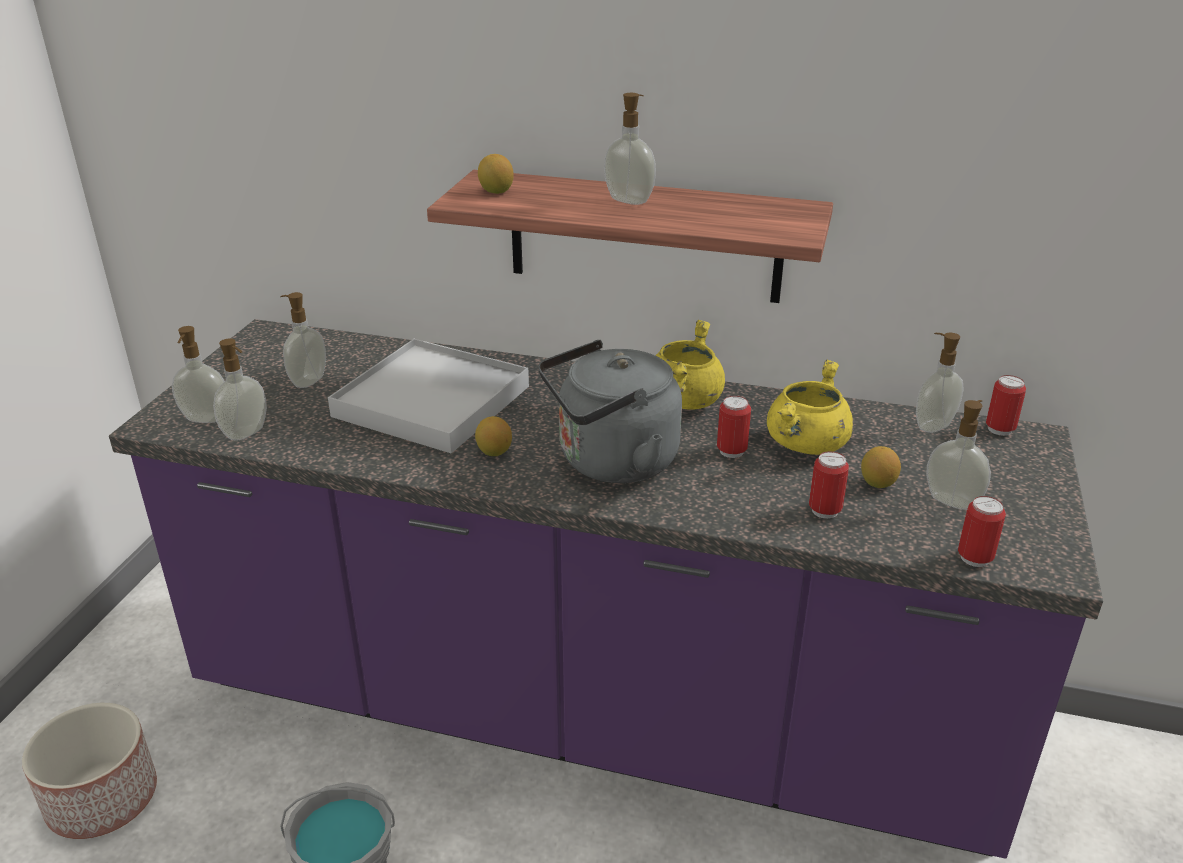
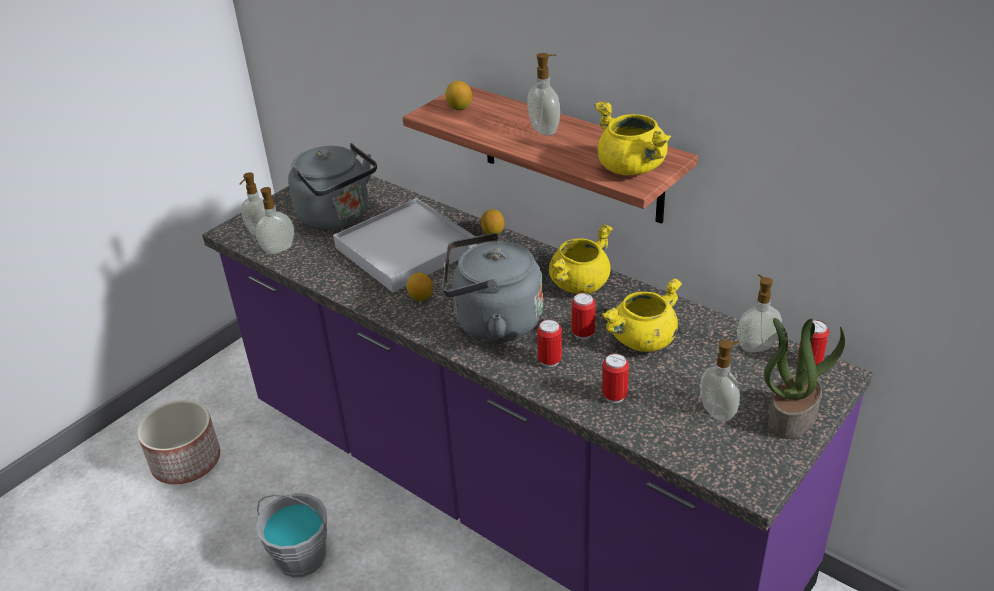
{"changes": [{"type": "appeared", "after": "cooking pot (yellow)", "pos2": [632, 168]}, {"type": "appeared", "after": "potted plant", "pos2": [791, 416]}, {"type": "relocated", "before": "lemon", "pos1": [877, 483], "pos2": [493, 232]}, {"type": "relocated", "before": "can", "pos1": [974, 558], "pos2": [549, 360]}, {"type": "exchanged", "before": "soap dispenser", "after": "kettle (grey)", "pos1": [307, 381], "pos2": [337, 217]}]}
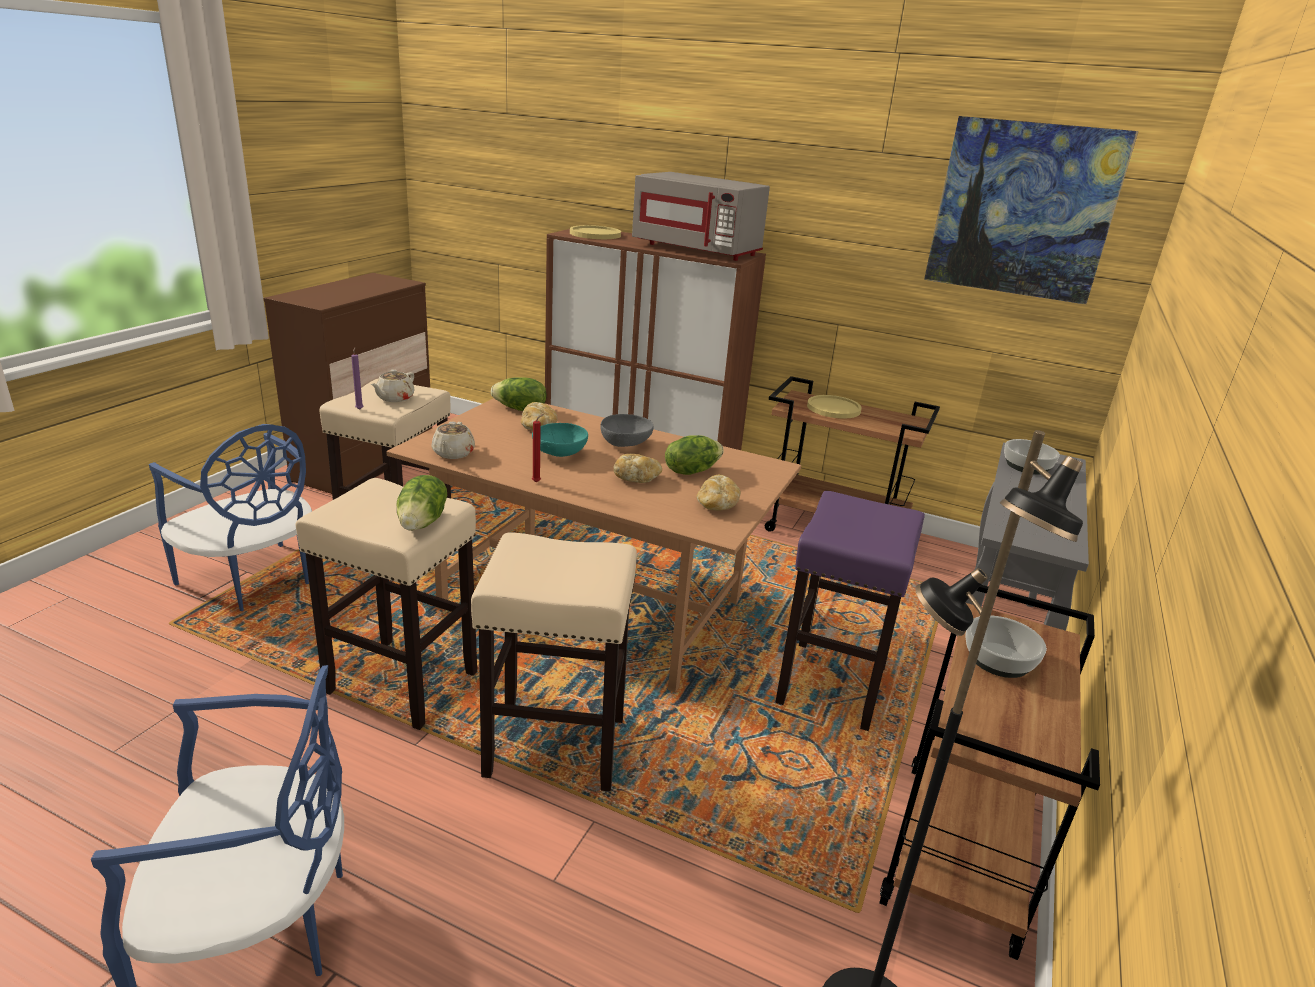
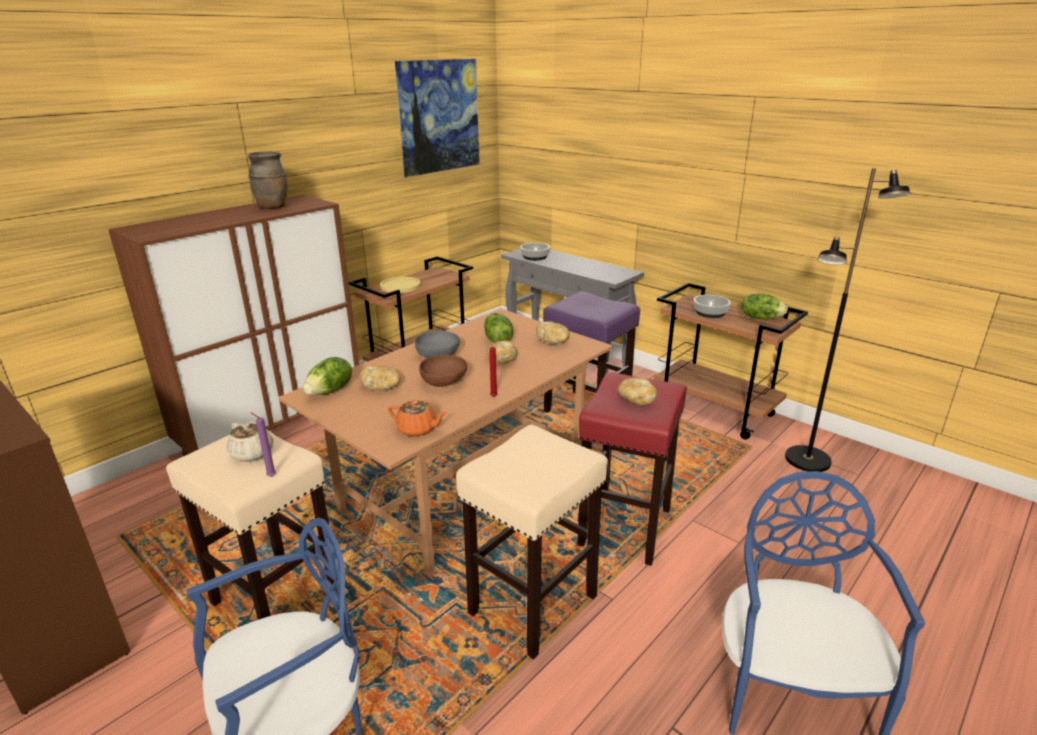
{"changes": [{"type": "missing", "before": "plate (yellow)", "pos1": [595, 234]}, {"type": "appeared", "after": "bread", "pos2": [636, 400]}, {"type": "relocated", "before": "lettuce", "pos1": [423, 523], "pos2": [760, 318]}, {"type": "exchanged", "before": "microwave (grey)", "after": "vase (brown)", "pos1": [697, 250], "pos2": [273, 207]}, {"type": "colour", "before": "teapot (beige)", "after": "teapot (orange)", "pos1": [453, 454], "pos2": [417, 429]}, {"type": "colour", "before": "stool (beige)", "after": "stool (red)", "pos1": [553, 747], "pos2": [625, 528]}, {"type": "colour", "before": "bowl (turquoise)", "after": "bowl (brown)", "pos1": [560, 454], "pos2": [444, 382]}]}
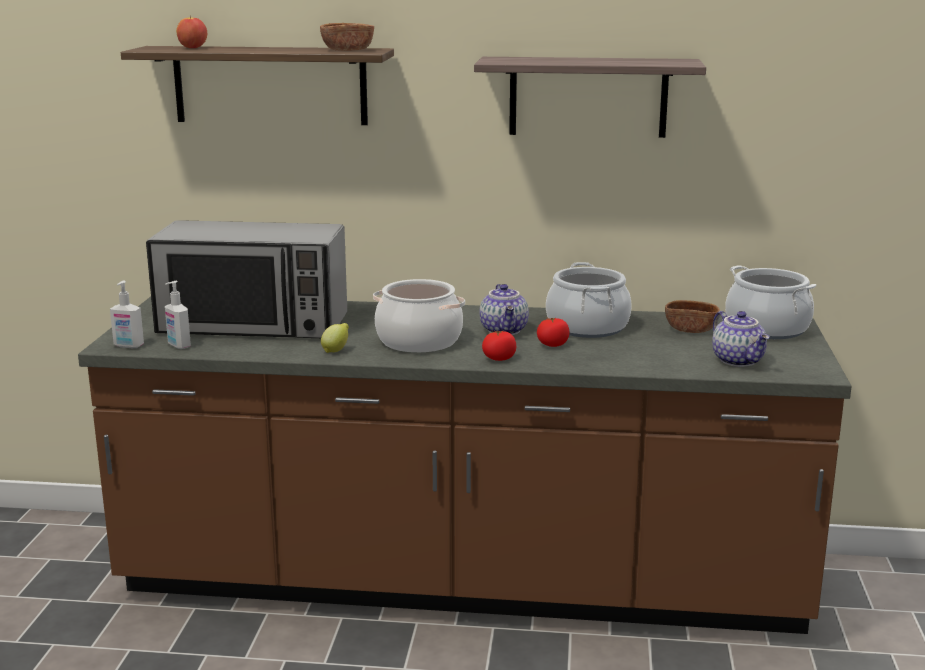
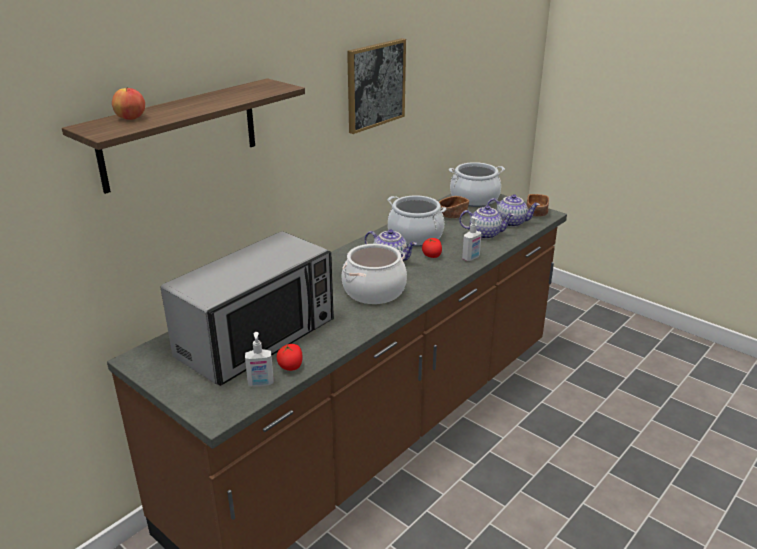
{"changes": [{"type": "missing", "before": "lemon", "pos1": [336, 350]}, {"type": "appeared", "after": "teapot", "pos2": [485, 234]}, {"type": "relocated", "before": "soap dispenser", "pos1": [128, 346], "pos2": [471, 258]}, {"type": "relocated", "before": "bowl (brown)", "pos1": [347, 50], "pos2": [536, 213]}, {"type": "relocated", "before": "tomato", "pos1": [499, 359], "pos2": [291, 366]}, {"type": "exchanged", "before": "shelf", "after": "picture", "pos1": [588, 97], "pos2": [375, 85]}]}
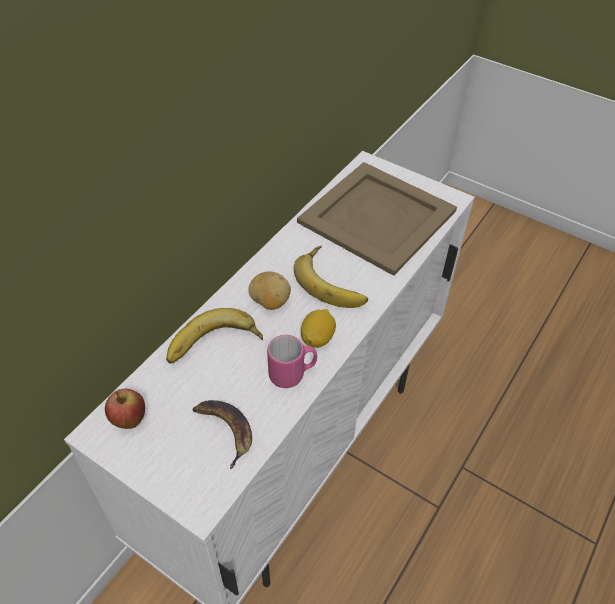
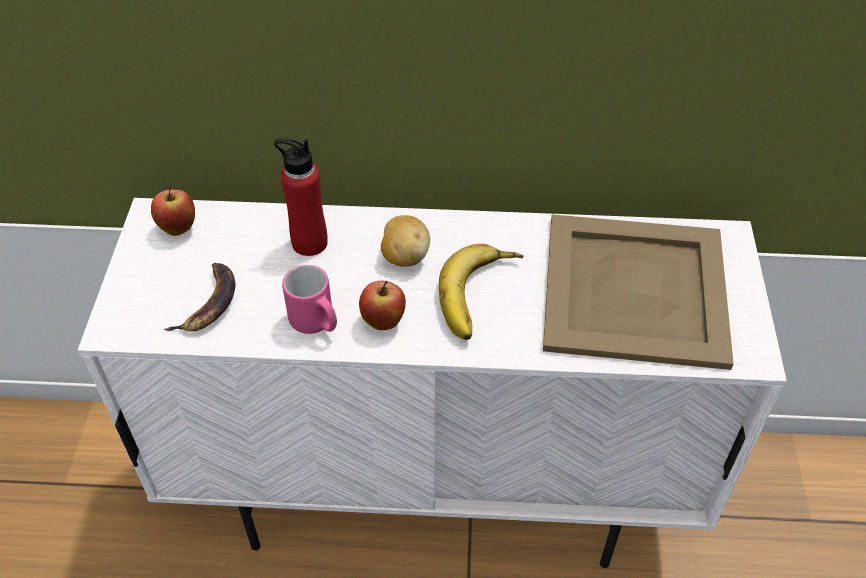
{"changes": [{"type": "exchanged", "before": "banana", "after": "bottle (red)", "pos1": [214, 346], "pos2": [309, 242]}, {"type": "exchanged", "before": "lemon", "after": "apple", "pos1": [317, 338], "pos2": [383, 322]}]}
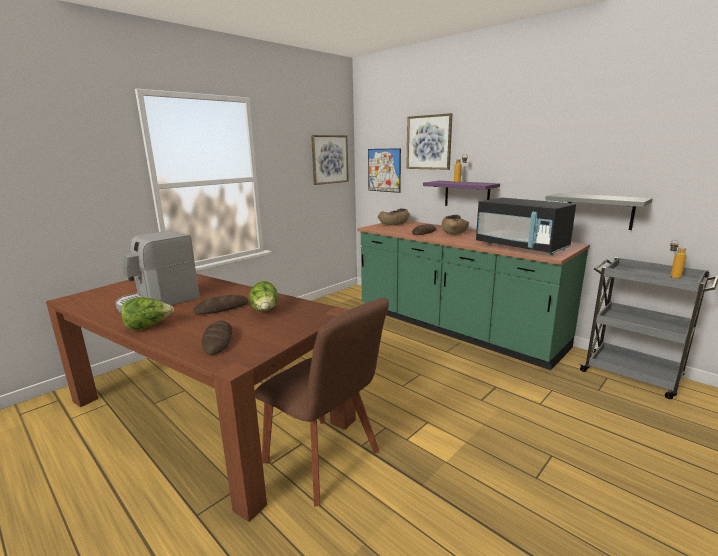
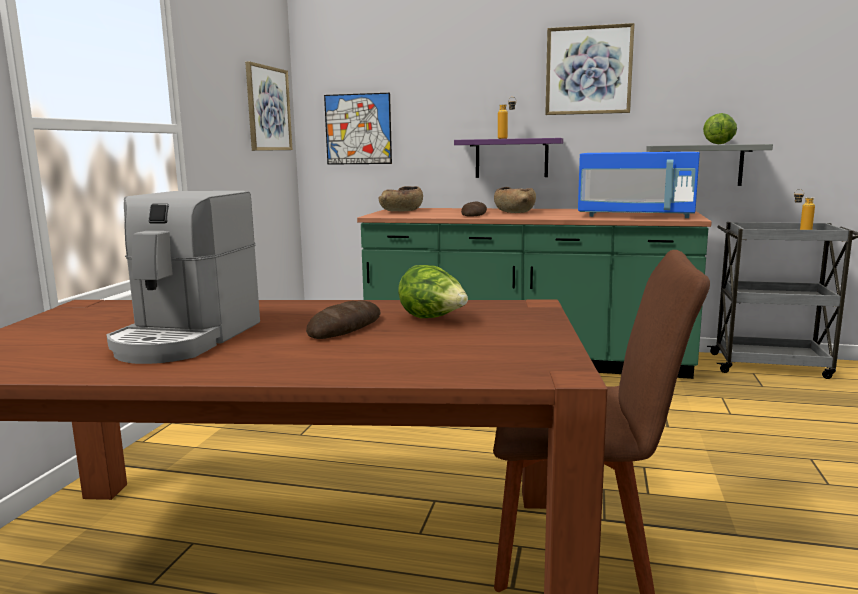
{"changes": [{"type": "missing", "before": "bread", "pos1": [218, 341]}, {"type": "relocated", "before": "lettuce", "pos1": [148, 327], "pos2": [719, 144]}, {"type": "relocated", "before": "picture", "pos1": [429, 142], "pos2": [588, 70]}, {"type": "colour", "before": "microwave (black)", "after": "microwave (blue)", "pos1": [521, 247], "pos2": [636, 216]}]}
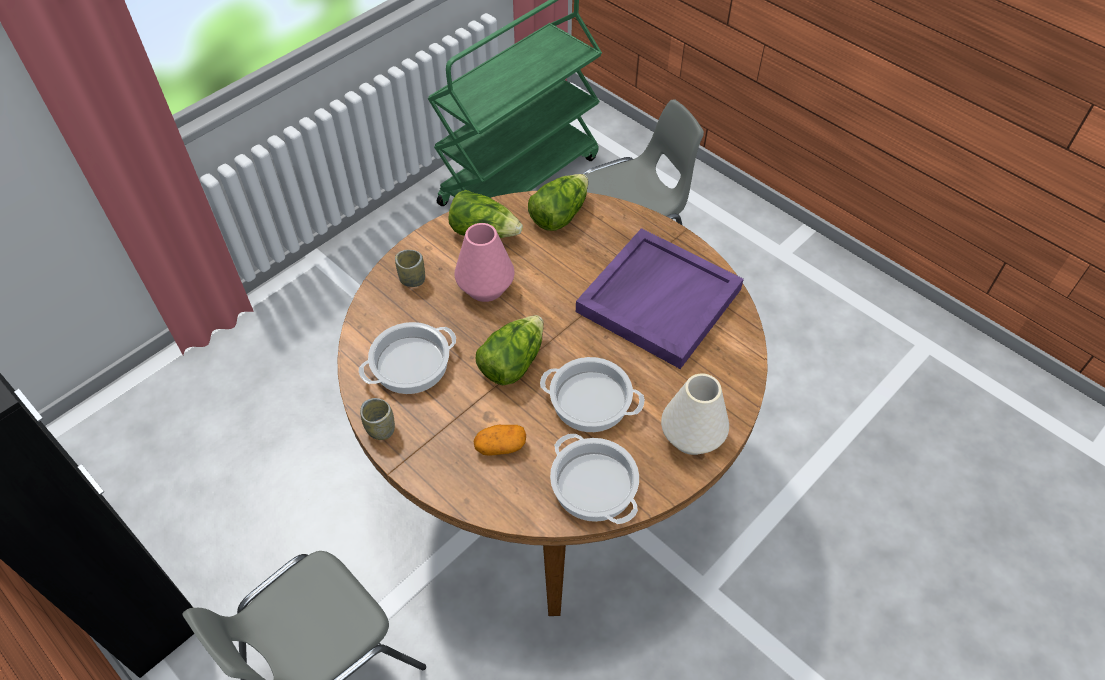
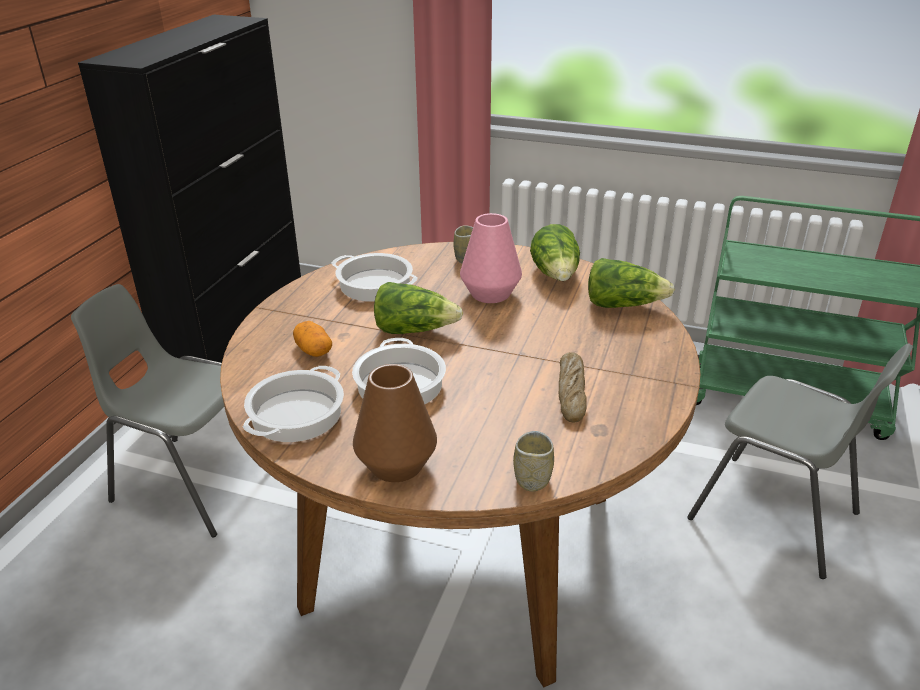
{"changes": [{"type": "relocated", "before": "cup", "pos1": [381, 429], "pos2": [532, 480]}, {"type": "exchanged", "before": "tray (purple)", "after": "bread", "pos1": [658, 299], "pos2": [571, 393]}, {"type": "colour", "before": "vase (white)", "after": "vase (brown)", "pos1": [691, 436], "pos2": [396, 464]}]}
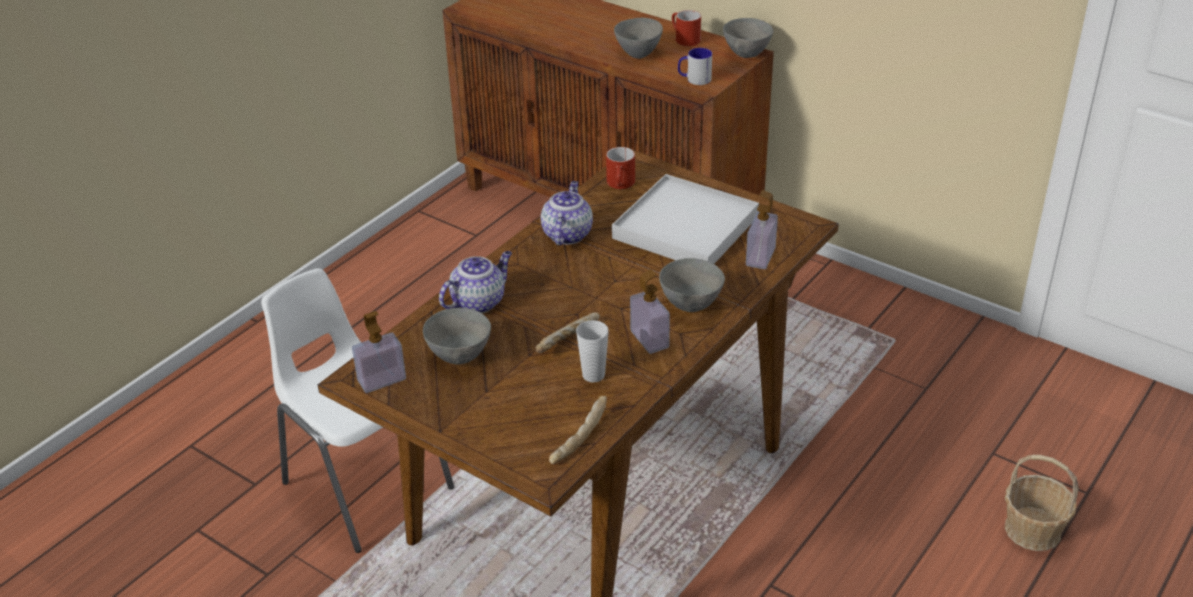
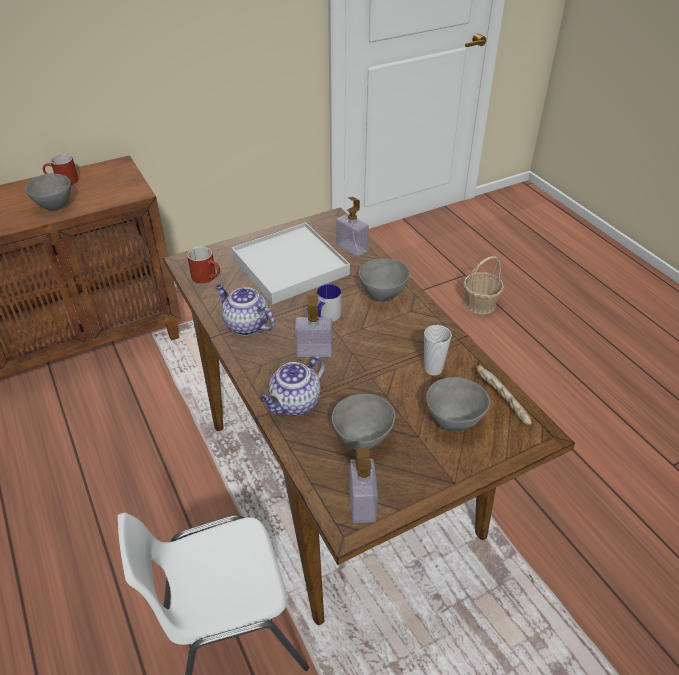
{"changes": [{"type": "missing", "before": "bread", "pos1": [568, 340]}, {"type": "relocated", "before": "soap dispenser", "pos1": [649, 339], "pos2": [314, 350]}, {"type": "relocated", "before": "mug", "pos1": [694, 79], "pos2": [327, 317]}, {"type": "relocated", "before": "bowl (grey)", "pos1": [747, 54], "pos2": [454, 421]}, {"type": "spun", "before": "teapot", "pos1": [479, 301], "pos2": [295, 404], "turn": -120}]}
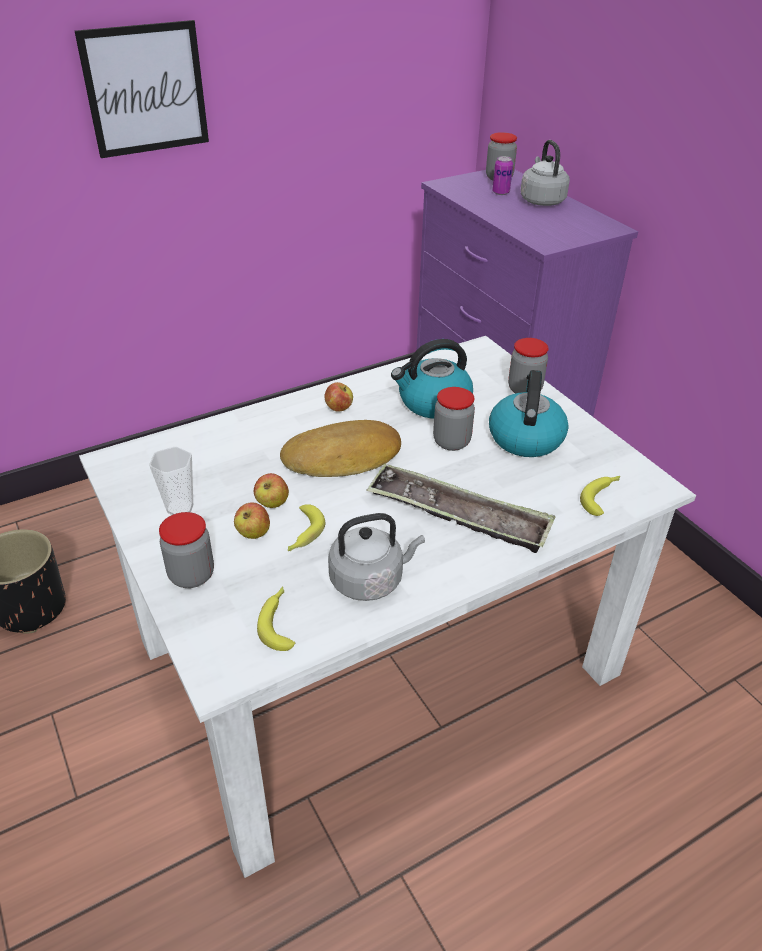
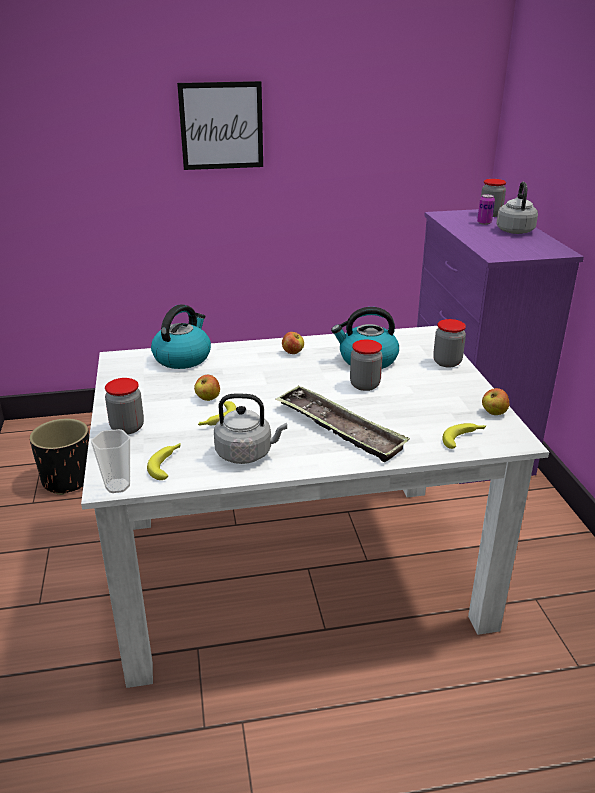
{"changes": [{"type": "missing", "before": "bread", "pos1": [343, 458]}, {"type": "relocated", "before": "cup", "pos1": [180, 508], "pos2": [117, 486]}, {"type": "relocated", "before": "apple", "pos1": [253, 533], "pos2": [494, 413]}, {"type": "relocated", "before": "kettle", "pos1": [525, 437], "pos2": [182, 358]}]}
